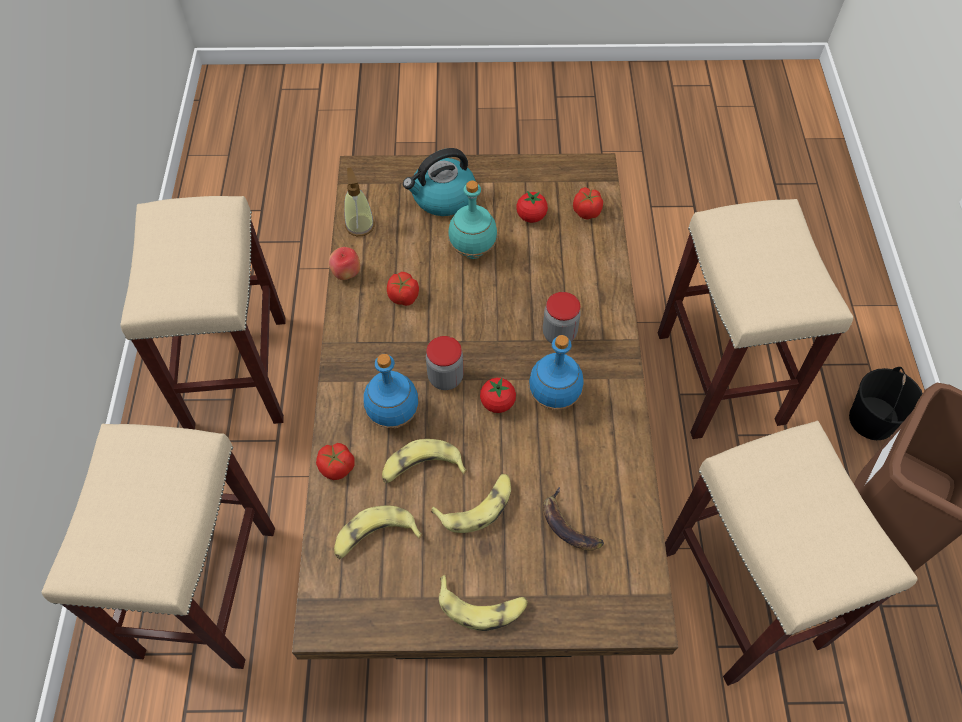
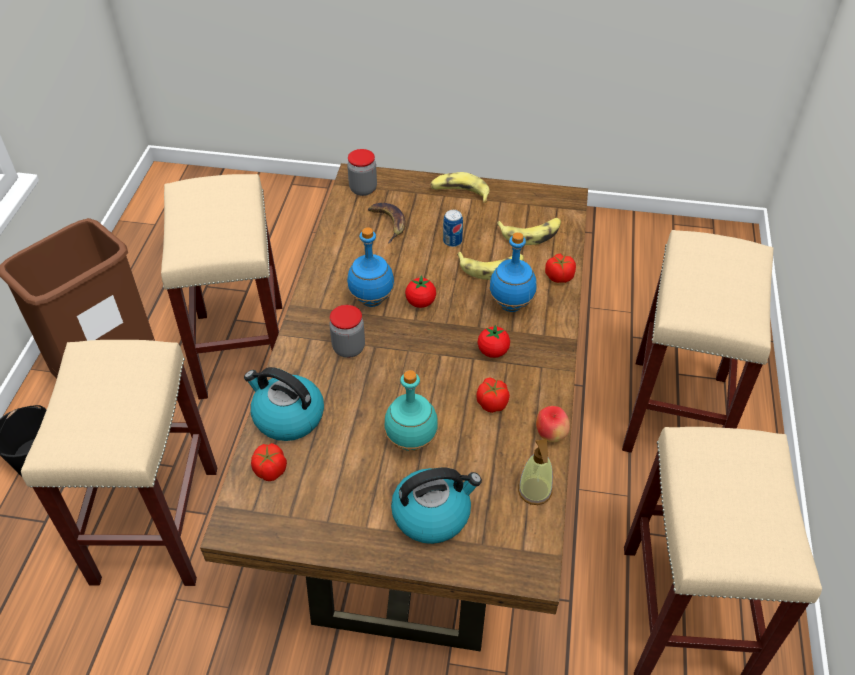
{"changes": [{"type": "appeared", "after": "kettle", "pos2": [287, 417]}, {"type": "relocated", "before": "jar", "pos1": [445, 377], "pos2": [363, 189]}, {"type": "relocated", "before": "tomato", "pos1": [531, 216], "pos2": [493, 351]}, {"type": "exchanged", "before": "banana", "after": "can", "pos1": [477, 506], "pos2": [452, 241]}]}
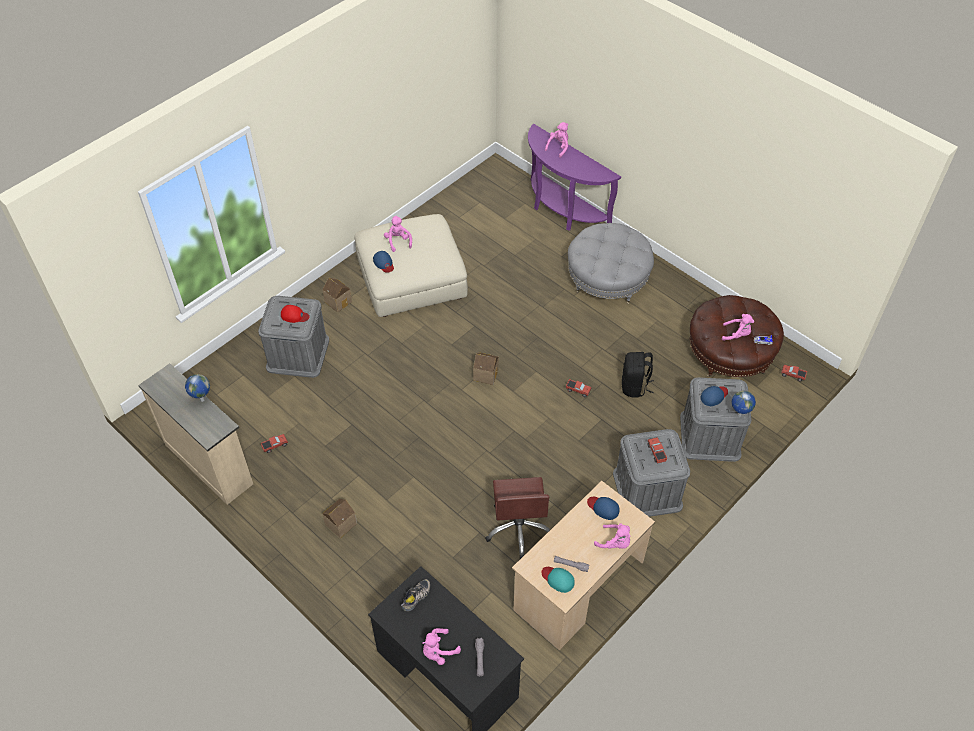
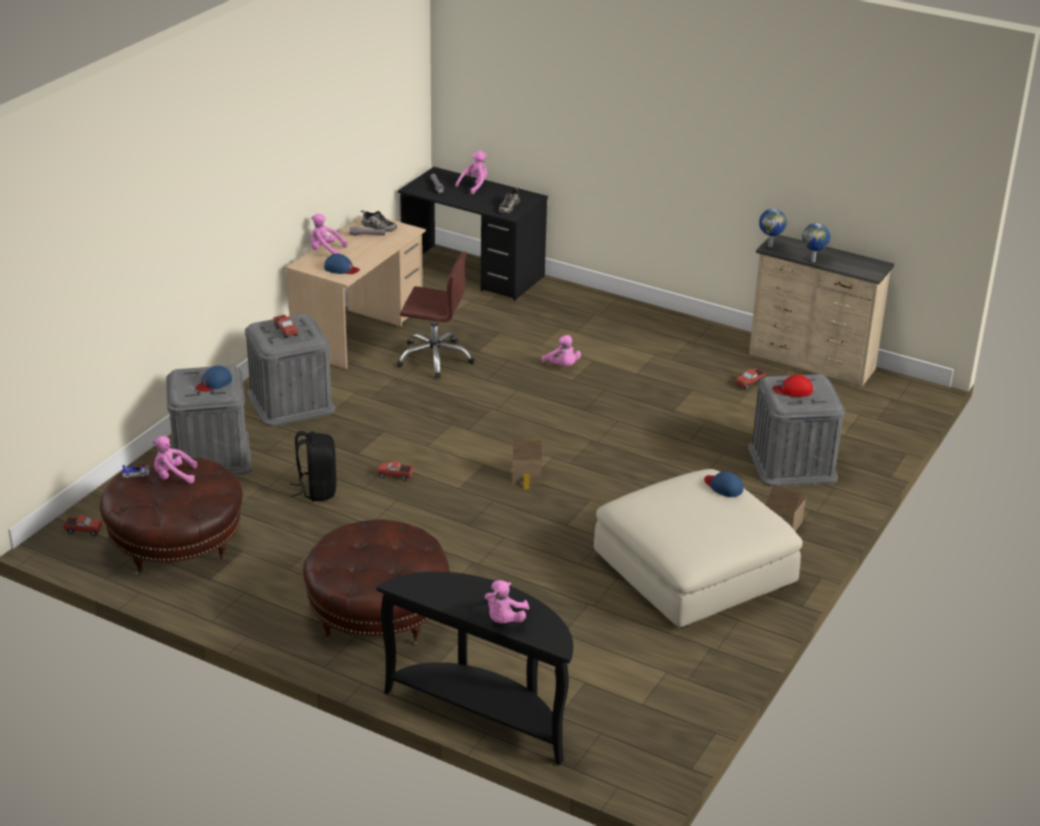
{"changes": [{"type": "missing", "before": "toy house", "pos1": [339, 523]}, {"type": "relocated", "before": "plush toy (pink)", "pos1": [398, 241], "pos2": [562, 366]}, {"type": "relocated", "before": "globe", "pos1": [738, 415], "pos2": [770, 245]}, {"type": "exchanged", "before": "cap (turquoise)", "after": "shoe", "pos1": [558, 579], "pos2": [378, 227]}, {"type": "colour", "before": "console table (purple)", "after": "console table (black)", "pos1": [562, 210], "pos2": [484, 712]}, {"type": "colour", "before": "ottoman (grey)", "after": "ottoman (brown)", "pos1": [607, 279], "pos2": [377, 613]}, {"type": "spun", "before": "office chair (brown)", "pos1": [519, 528], "pos2": [435, 358], "turn": 120}]}
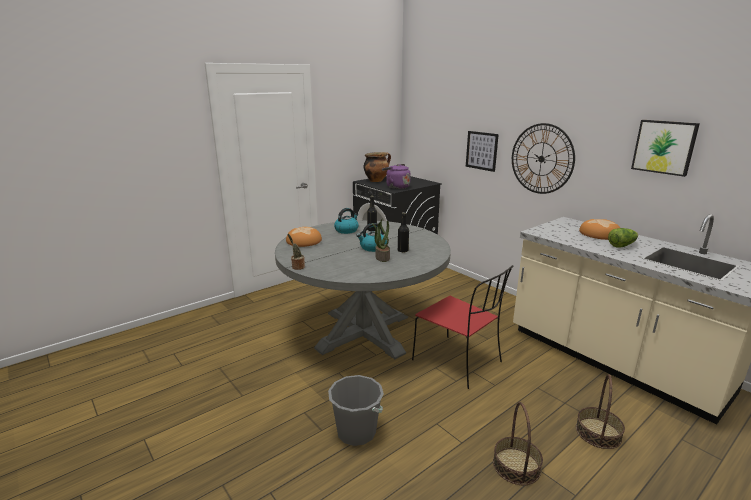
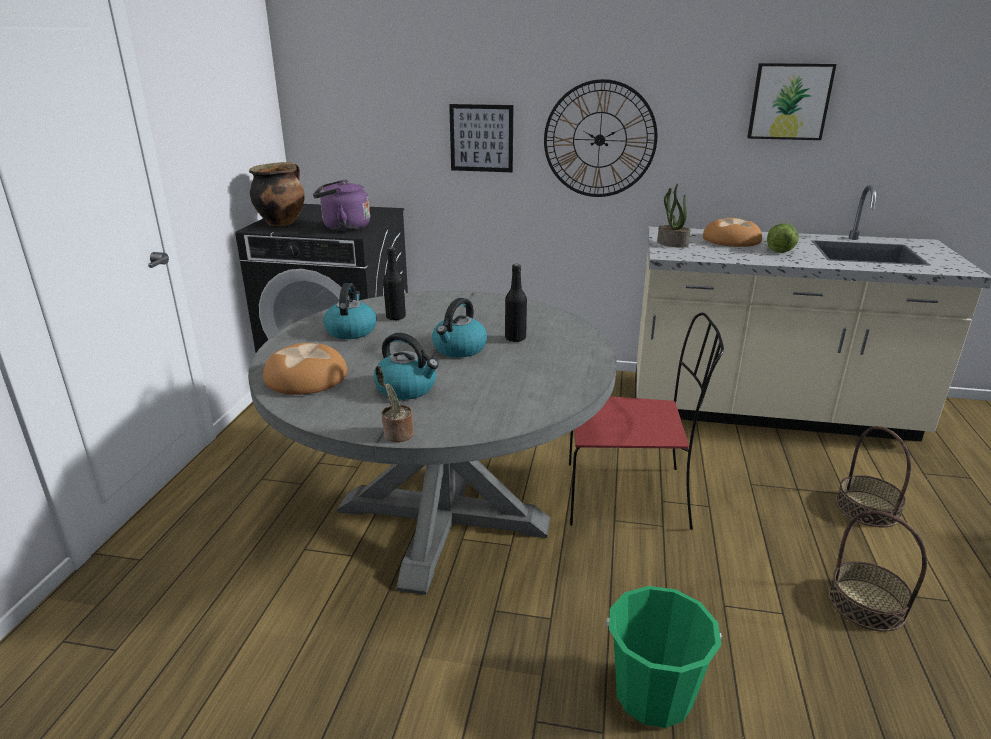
{"changes": [{"type": "appeared", "after": "kettle", "pos2": [407, 388]}, {"type": "relocated", "before": "potted plant", "pos1": [382, 257], "pos2": [672, 244]}, {"type": "colour", "before": "bucket (grey)", "after": "bucket (green)", "pos1": [356, 432], "pos2": [653, 695]}]}
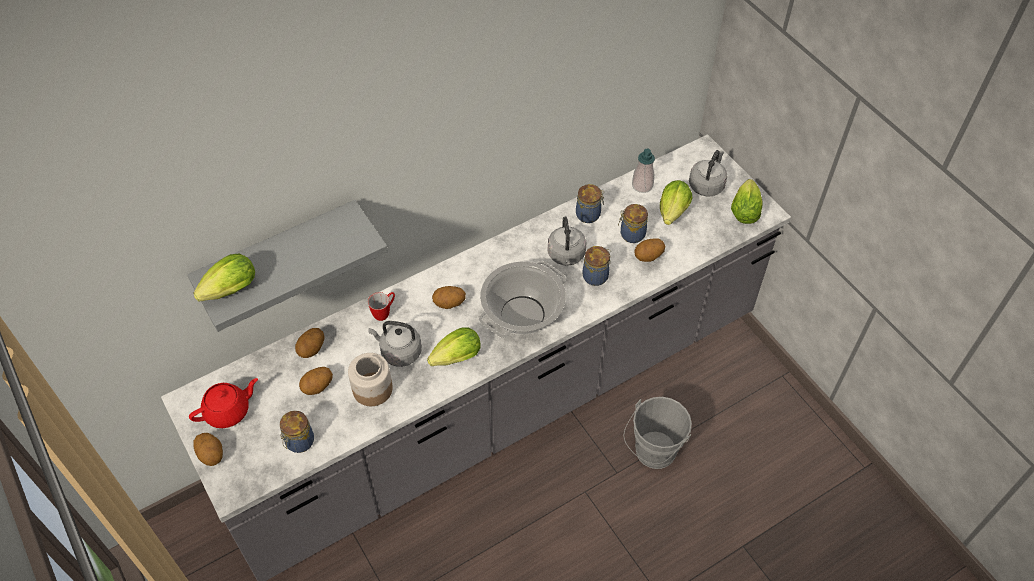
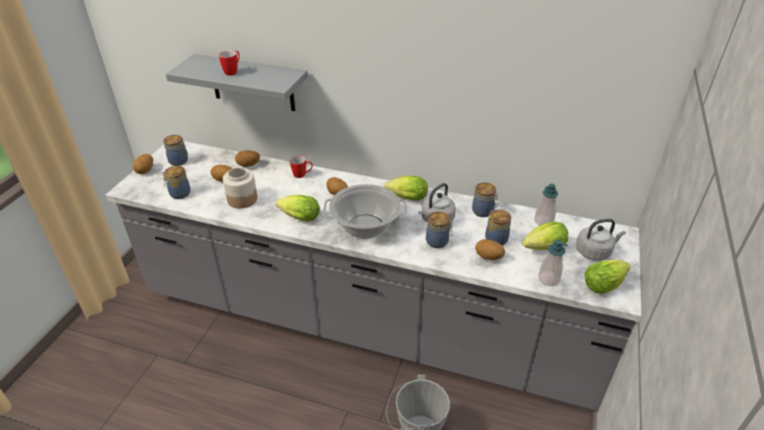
{"changes": [{"type": "missing", "before": "kettle (grey)", "pos1": [399, 352]}, {"type": "appeared", "after": "mug", "pos2": [233, 71]}, {"type": "appeared", "after": "soap dispenser", "pos2": [548, 279]}, {"type": "relocated", "before": "lettuce", "pos1": [228, 292], "pos2": [405, 198]}, {"type": "exchanged", "before": "teapot (red)", "after": "jar", "pos1": [228, 411], "pos2": [179, 161]}]}
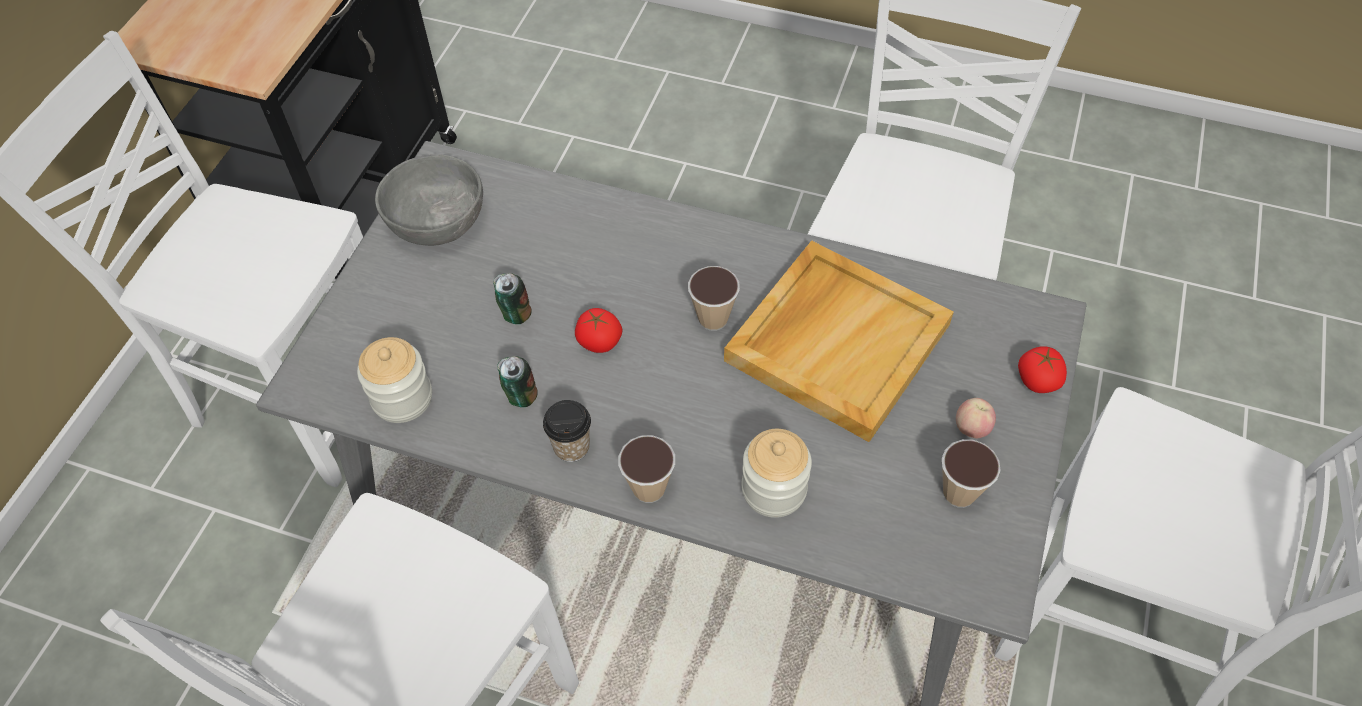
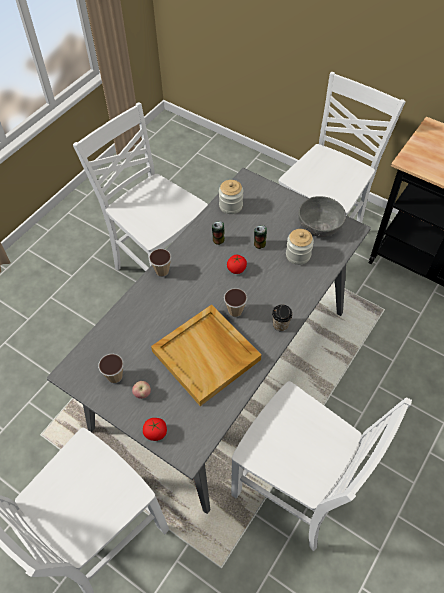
{"changes": [{"type": "relocated", "before": "cup", "pos1": [571, 447], "pos2": [280, 325]}, {"type": "relocated", "before": "jar", "pos1": [774, 489], "pos2": [298, 255]}]}
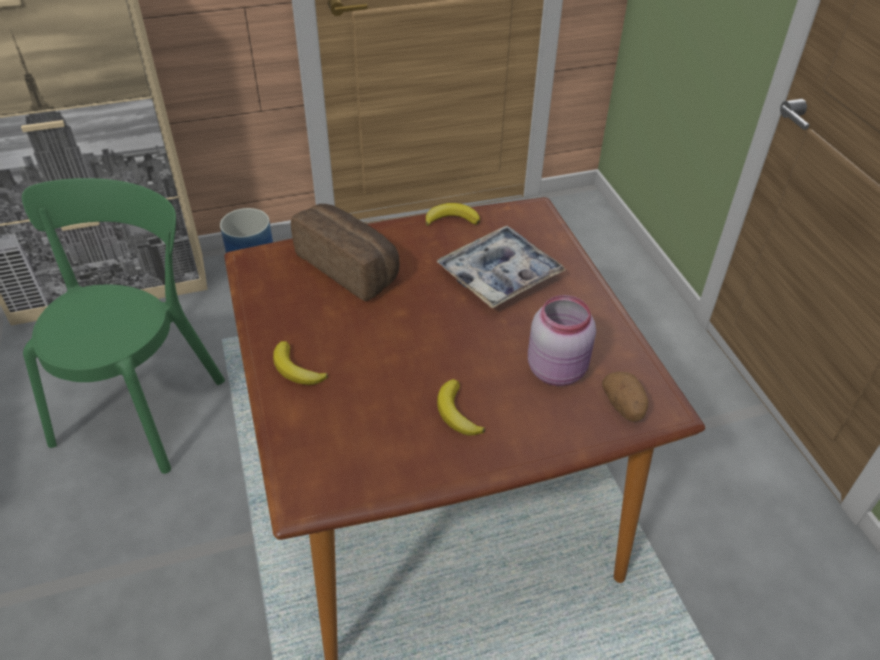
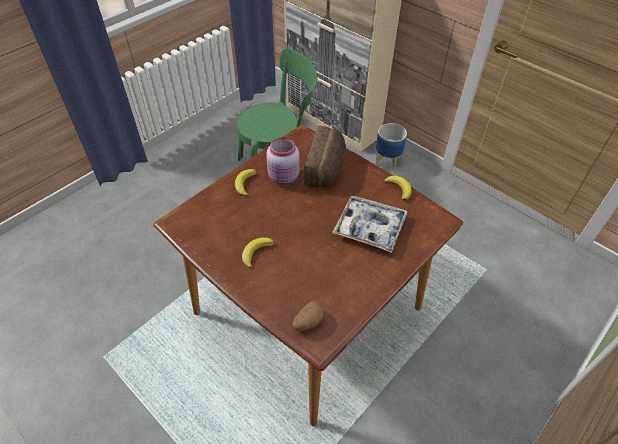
{"changes": [{"type": "relocated", "before": "jar (pink)", "pos1": [558, 370], "pos2": [284, 177]}]}
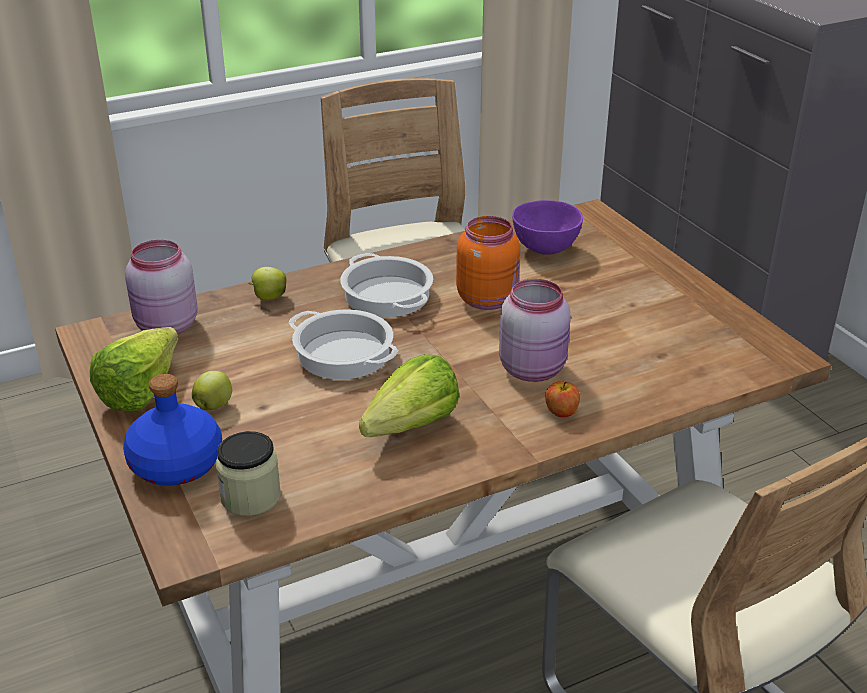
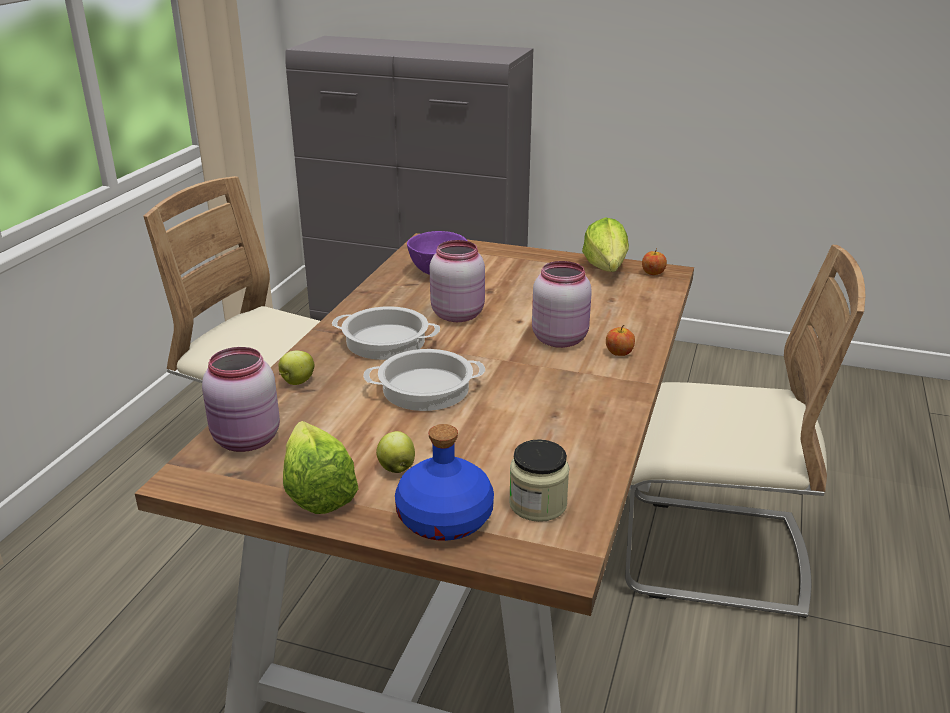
{"changes": [{"type": "appeared", "after": "apple", "pos2": [653, 273]}, {"type": "relocated", "before": "lettuce", "pos1": [403, 430], "pos2": [605, 272]}, {"type": "colour", "before": "jar (orange)", "after": "jar (pink)", "pos1": [488, 299], "pos2": [457, 314]}]}
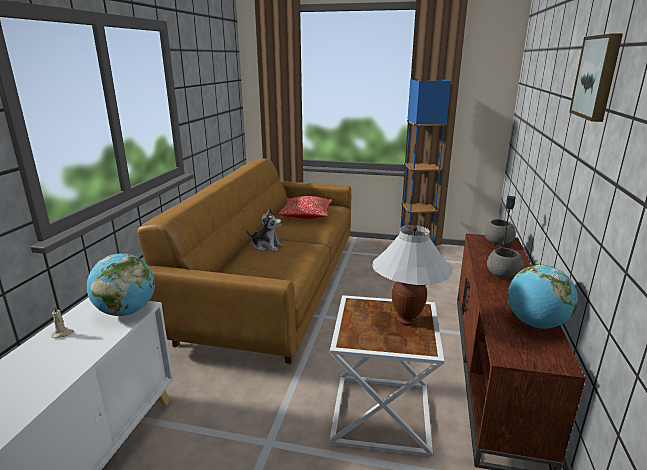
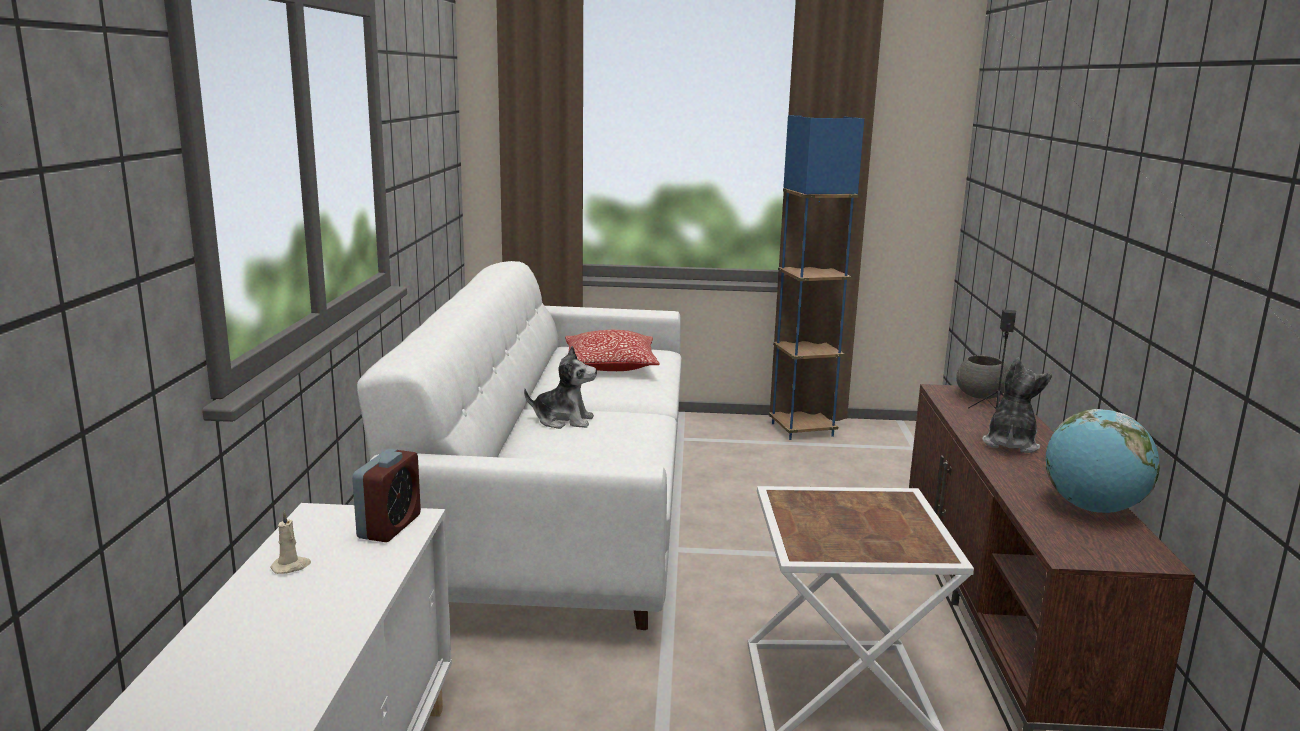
{"changes": [{"type": "missing", "before": "table lamp (white)", "pos1": [407, 320]}, {"type": "missing", "before": "picture", "pos1": [598, 77]}, {"type": "exchanged", "before": "globe", "after": "alarm clock", "pos1": [126, 311], "pos2": [389, 526]}, {"type": "exchanged", "before": "bowl (grey)", "after": "plush toy", "pos1": [502, 275], "pos2": [1010, 443]}, {"type": "colour", "before": "sofa (brown)", "after": "sofa (white)", "pos1": [272, 288], "pos2": [559, 507]}]}
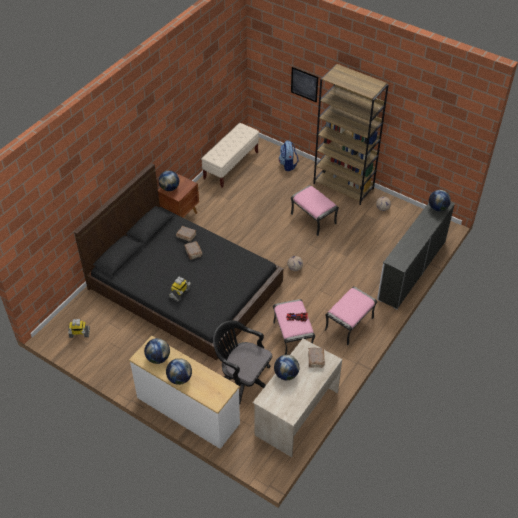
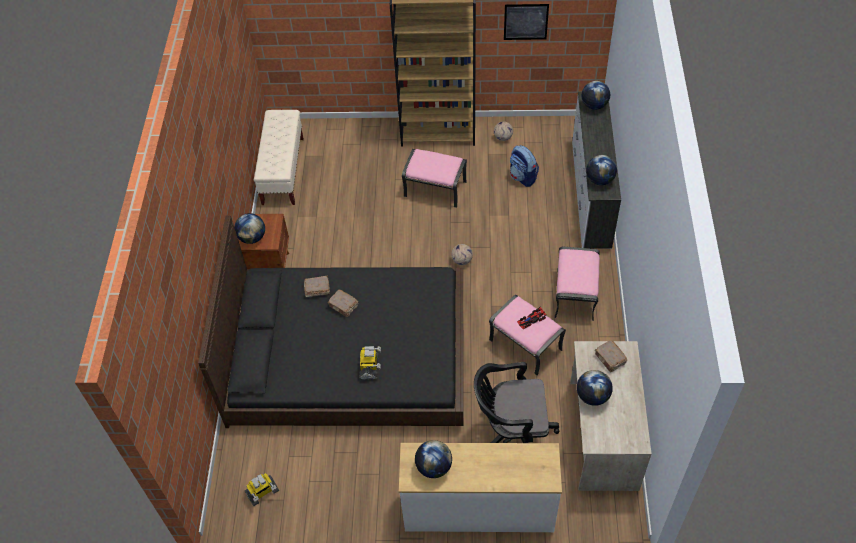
{"changes": [{"type": "relocated", "before": "globe", "pos1": [179, 378], "pos2": [599, 180]}, {"type": "relocated", "before": "backpack", "pos1": [288, 165], "pos2": [523, 177]}, {"type": "relocated", "before": "picture", "pos1": [304, 84], "pos2": [525, 21]}]}
